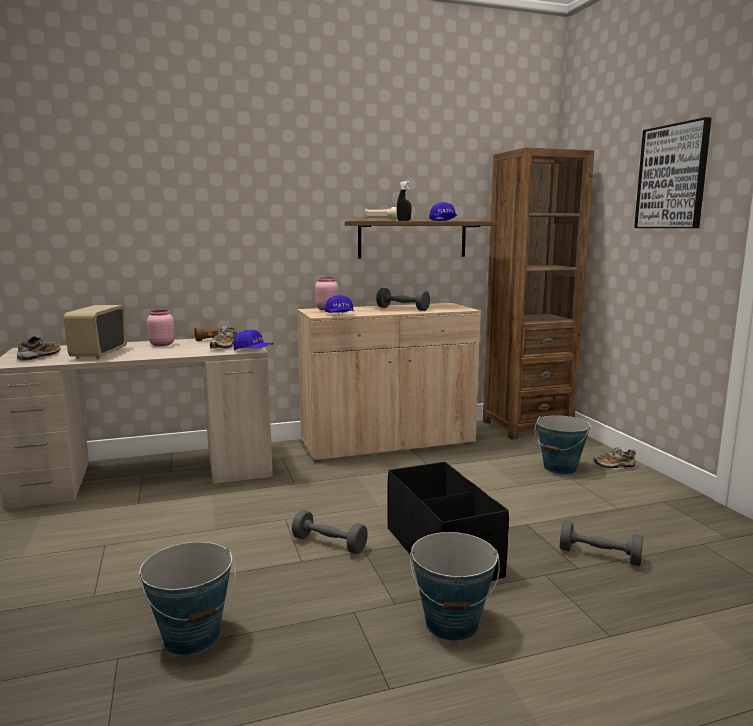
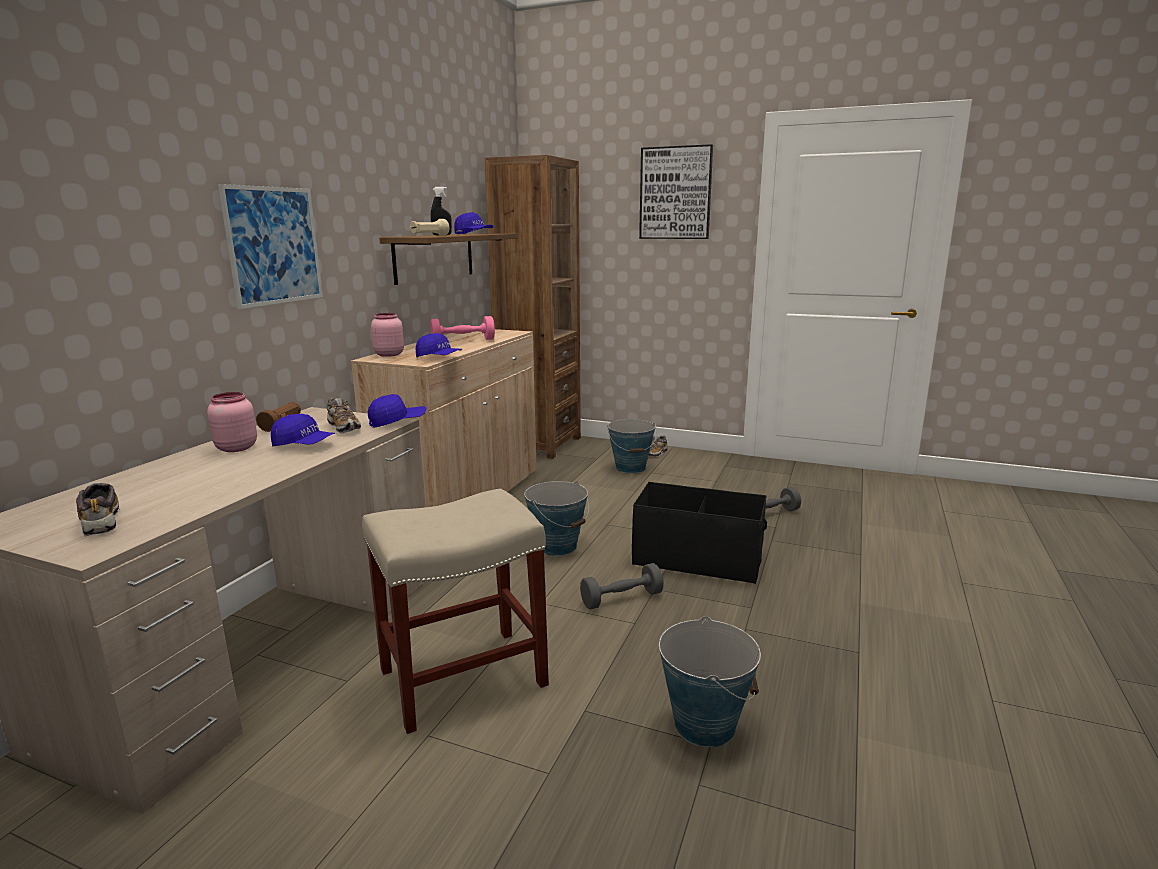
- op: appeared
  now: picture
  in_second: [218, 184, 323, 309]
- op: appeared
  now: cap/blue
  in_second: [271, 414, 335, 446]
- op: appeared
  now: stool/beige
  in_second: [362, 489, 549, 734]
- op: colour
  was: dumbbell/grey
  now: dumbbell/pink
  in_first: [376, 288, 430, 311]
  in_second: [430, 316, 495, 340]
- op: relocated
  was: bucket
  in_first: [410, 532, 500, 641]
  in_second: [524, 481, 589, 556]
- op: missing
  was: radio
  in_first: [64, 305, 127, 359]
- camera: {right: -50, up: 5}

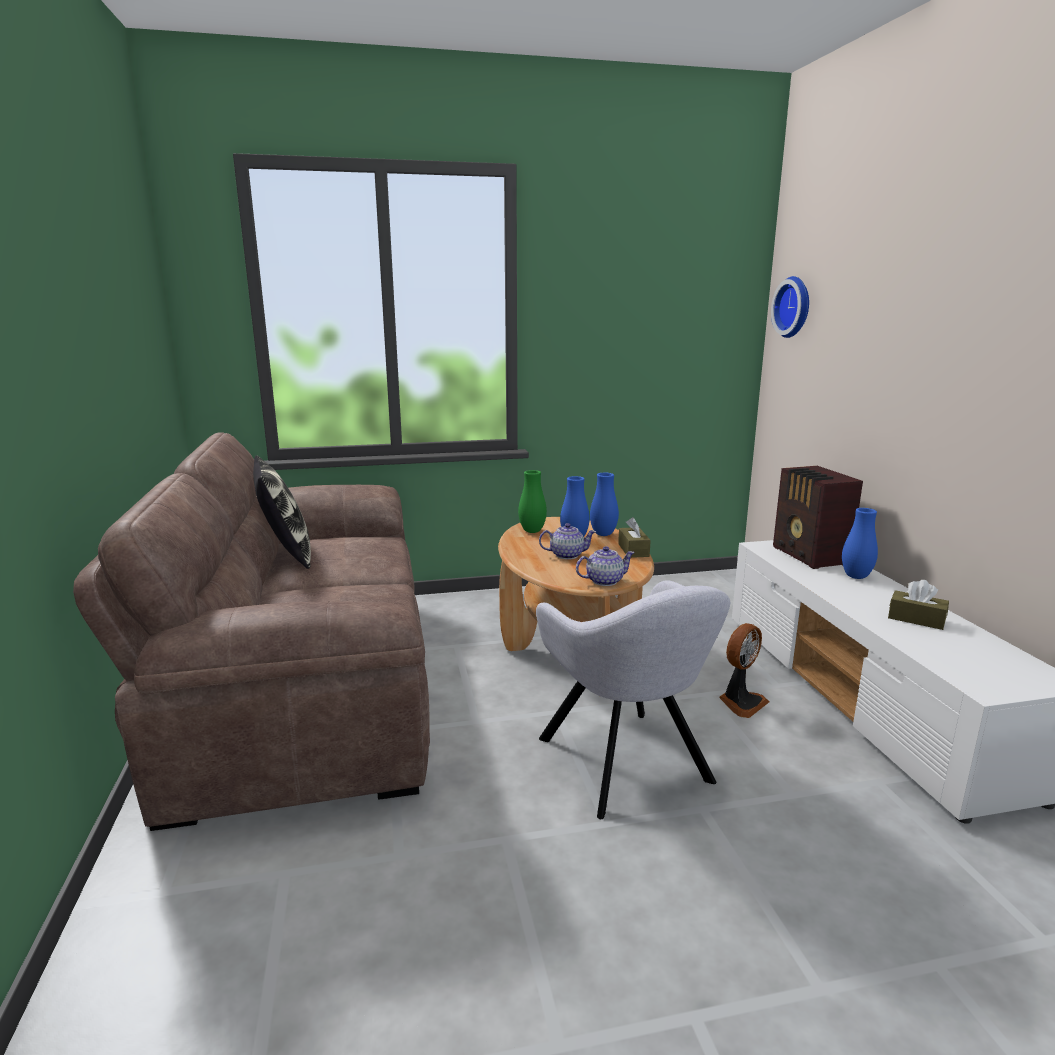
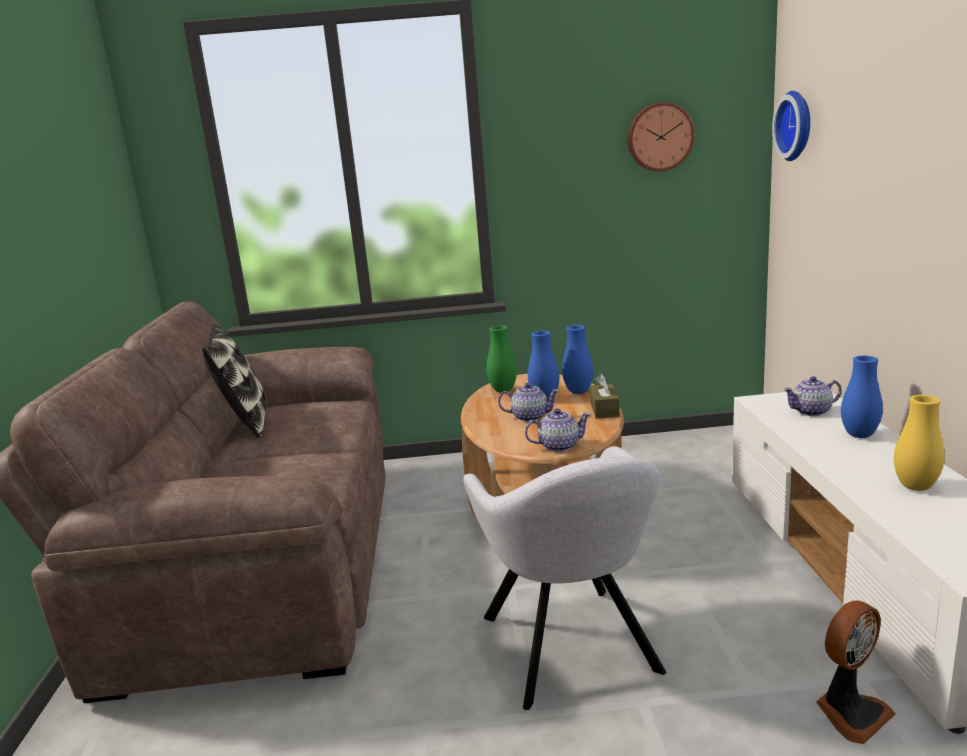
- op: appeared
  now: wall clock
  in_second: [628, 102, 695, 172]
- op: exchanged
  was: radio
  now: teapot
  in_first: [773, 466, 863, 569]
  in_second: [783, 376, 842, 416]
- op: relocated
  was: fan
  in_first: [719, 623, 769, 718]
  in_second: [816, 600, 896, 744]
- op: exchanged
  was: tissue box/brown
  now: vase/yellow
  in_first: [888, 580, 949, 630]
  in_second: [894, 395, 945, 491]
- camera: {right: 10, up: 0}

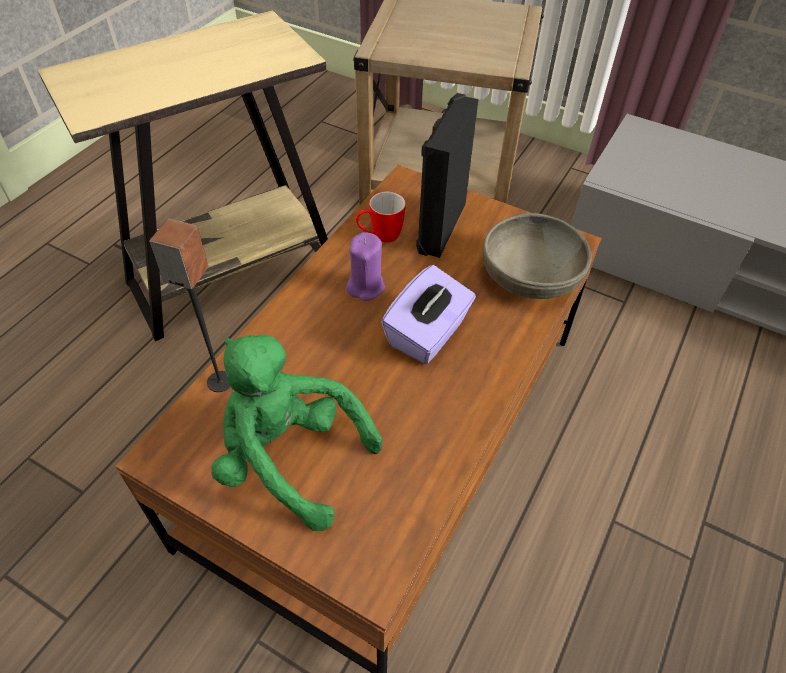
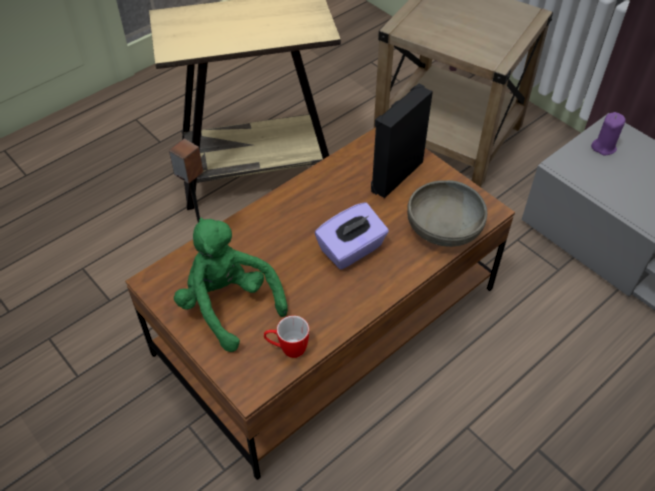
- op: relocated
  was: mug
  in_first: [356, 192, 406, 243]
  in_second: [264, 315, 309, 358]
- op: relocated
  was: candle/purple
  in_first: [346, 232, 385, 301]
  in_second: [591, 112, 626, 155]
- camera: {right: 20, up: 0}

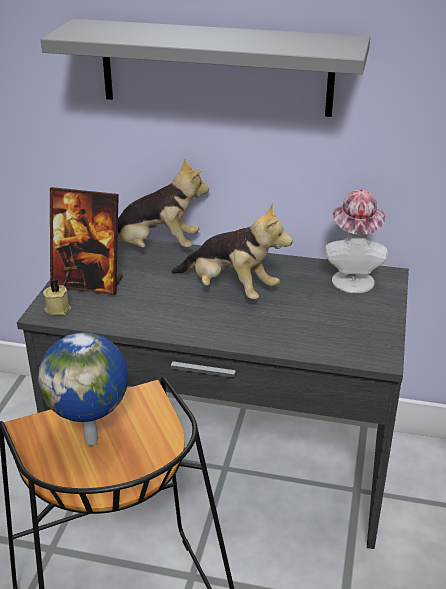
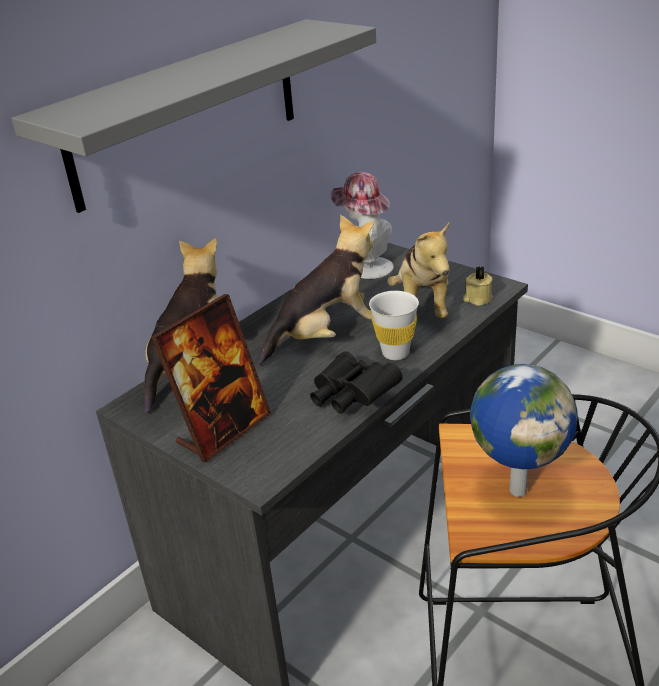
- op: appeared
  now: binoculars/black
  in_second: [310, 351, 403, 414]
- op: appeared
  now: cup/white
  in_second: [369, 291, 419, 360]
- op: appeared
  now: plush toy
  in_second: [387, 221, 450, 318]
- op: relocated
  was: candle/beige
  in_first: [43, 279, 71, 315]
  in_second: [463, 266, 493, 306]
- camera: {right: -60, up: 0}

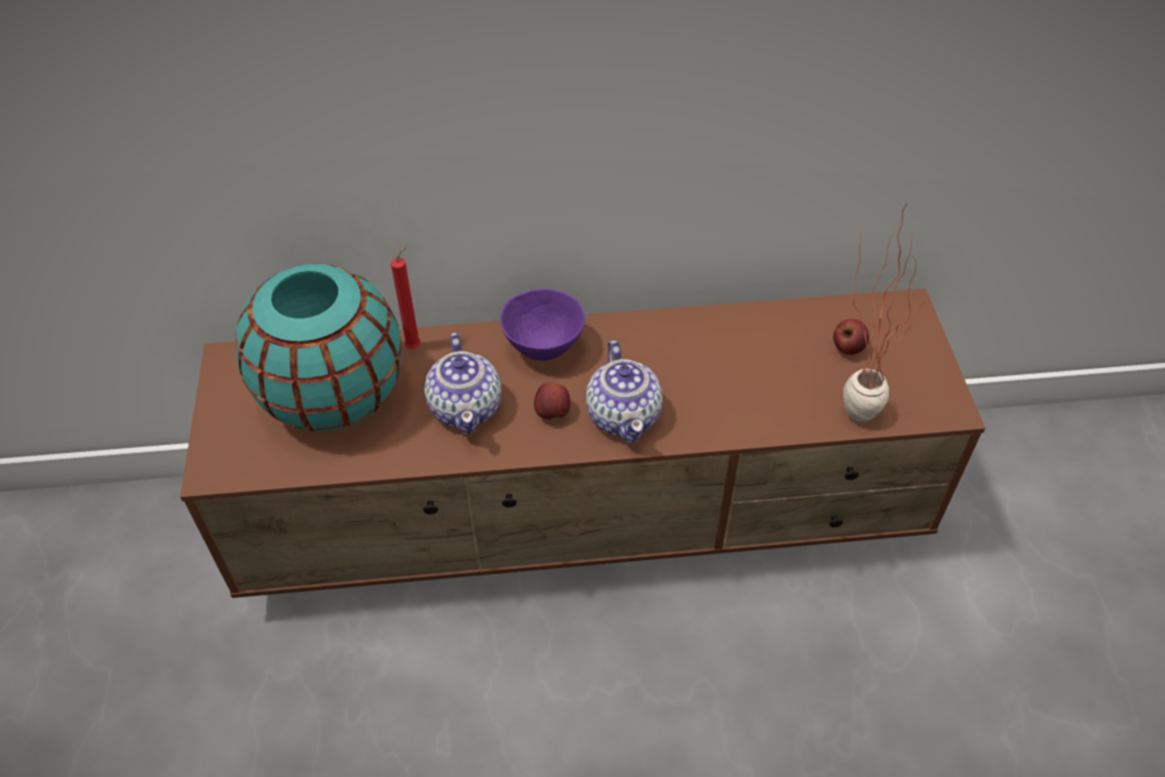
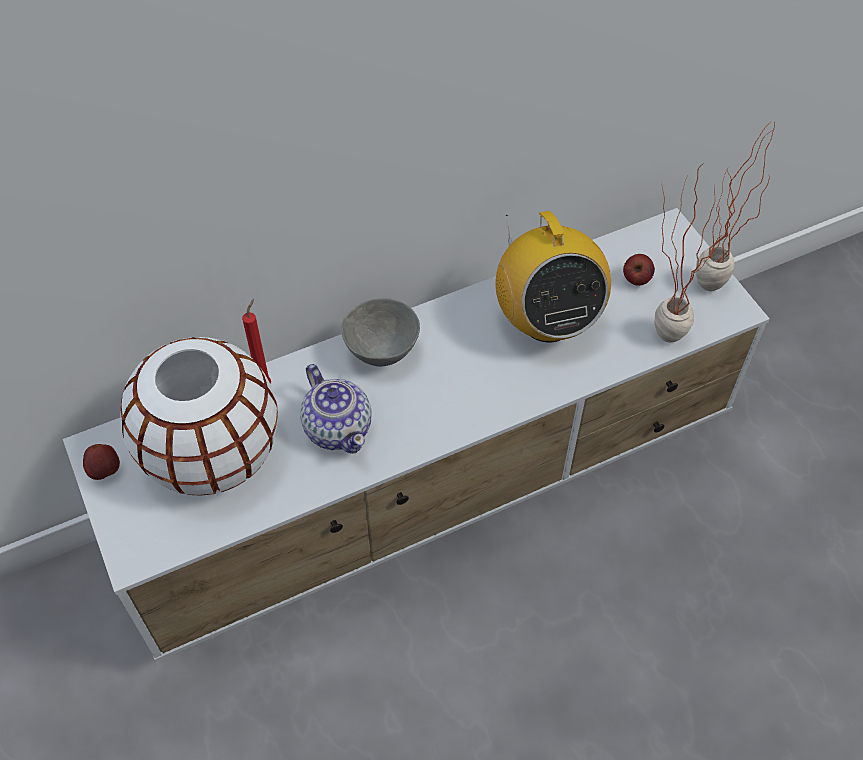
- op: colour
  was: tv stand/brown
  now: tv stand/white
  in_first: [180, 289, 986, 598]
  in_second: [63, 208, 770, 662]
- op: relocated
  was: apple
  in_first: [534, 383, 571, 420]
  in_second: [83, 444, 120, 480]
- op: colour
  was: vase/turquoise
  now: vase/white
  in_first: [236, 264, 401, 432]
  in_second: [121, 337, 278, 495]
- op: colour
  was: bowl/purple
  now: bowl/grey
  in_first: [500, 289, 585, 361]
  in_second: [341, 298, 420, 367]
- op: appeared
  now: radio
  in_second: [496, 211, 611, 342]
- op: appeared
  now: potted plant
  in_second: [696, 121, 775, 291]
- op: missing
  was: teapot
  in_first: [586, 340, 663, 443]
- camera: {right: -20, up: 5}

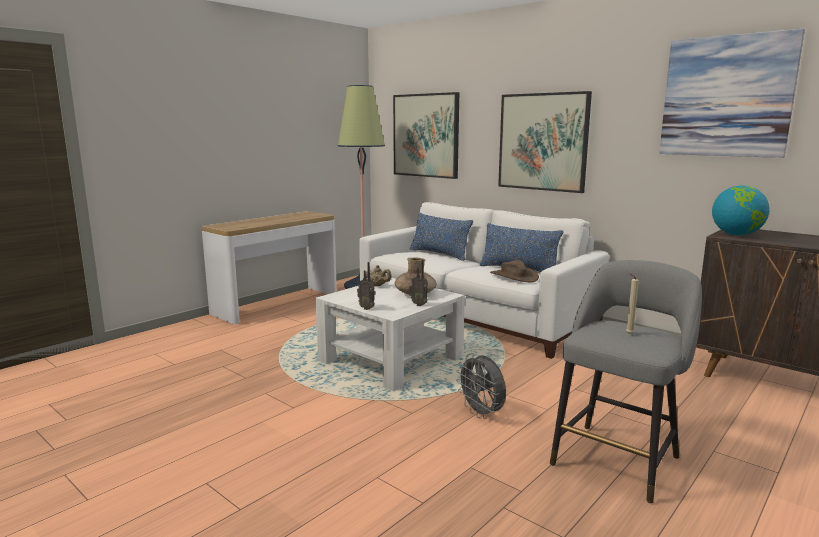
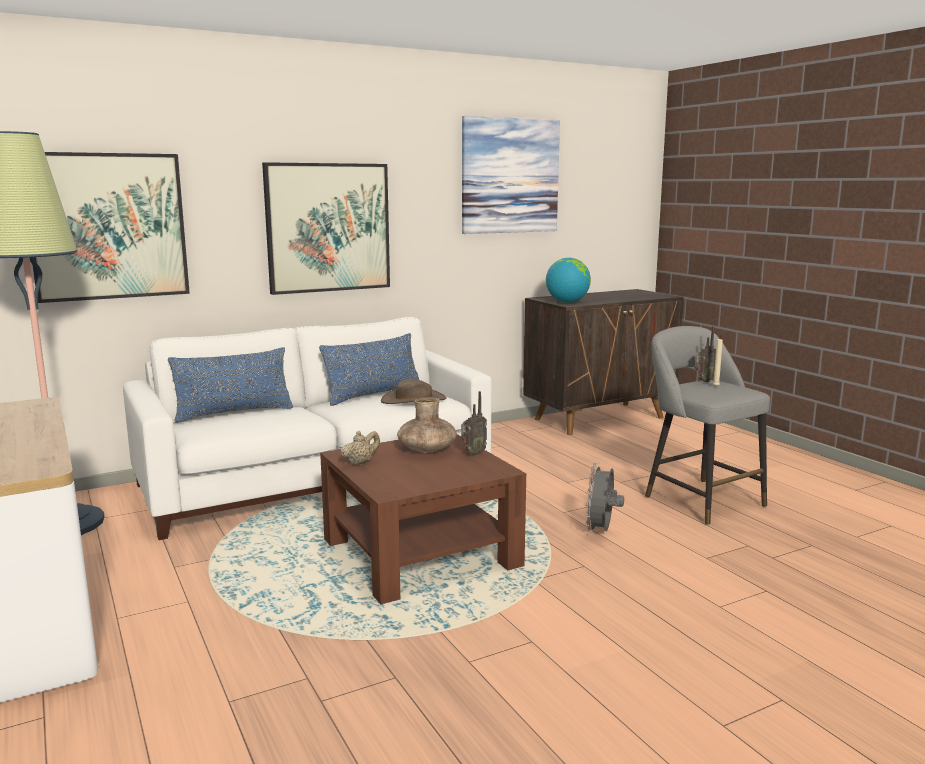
- op: colour
  was: coffee table/white
  now: coffee table/brown
  in_first: [315, 278, 465, 391]
  in_second: [320, 434, 526, 604]
- op: spun
  was: fan/grey
  in_first: [456, 354, 506, 419]
  in_second: [585, 462, 624, 534]
  clockwise: 120
- op: relocated
  was: radio
  in_first: [357, 262, 375, 310]
  in_second: [695, 326, 716, 382]
- camera: {right: -70, up: 0}

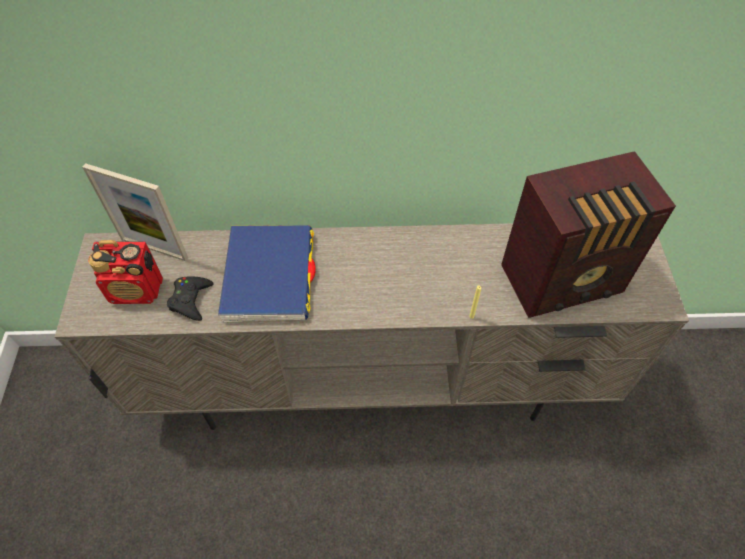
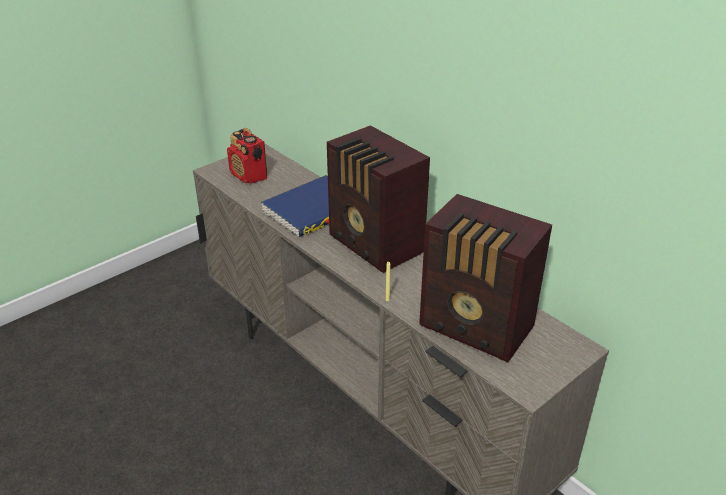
- op: appeared
  now: radio
  in_second: [327, 125, 430, 273]
- op: missing
  was: picture frame
  in_first: [82, 163, 188, 261]
- op: missing
  was: game controller/black
  in_first: [167, 276, 214, 321]
- camera: {right: 50, up: -20}

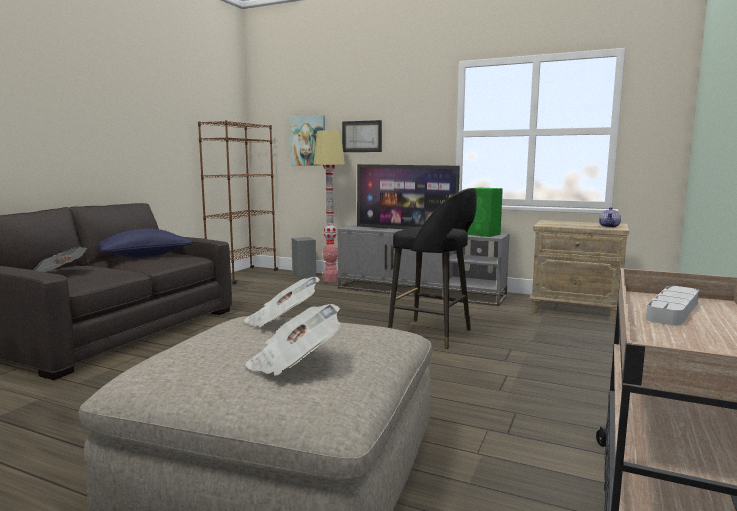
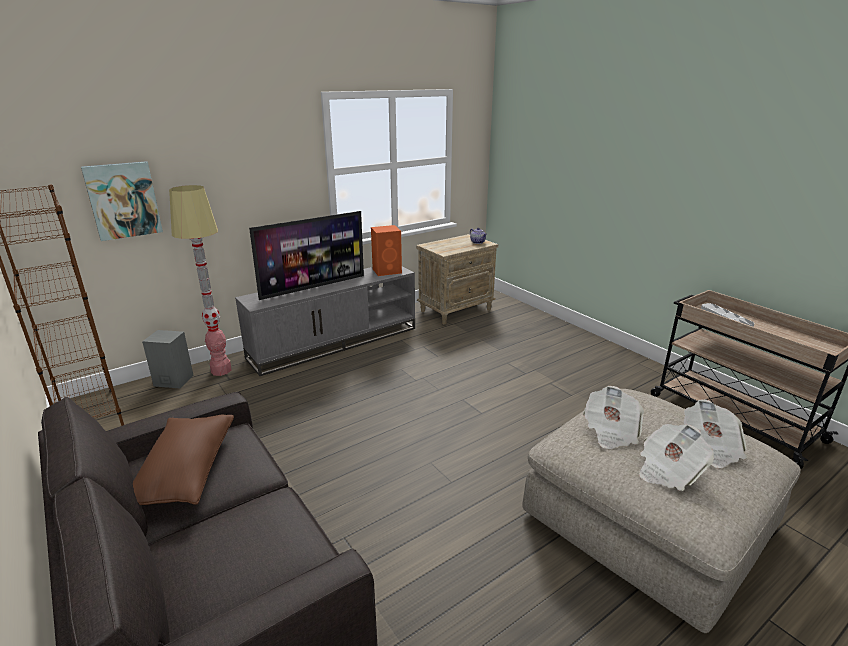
- op: colour
  was: pillow/blue
  now: pillow/brown
  in_first: [98, 228, 193, 258]
  in_second: [133, 415, 234, 505]
- op: colour
  was: speaker/green
  now: speaker/orange
  in_first: [467, 188, 503, 237]
  in_second: [371, 225, 402, 276]
- op: relocated
  was: newspaper
  in_first: [34, 246, 87, 272]
  in_second: [639, 424, 714, 491]
- op: missing
  was: picture
  in_first: [342, 120, 382, 152]
- op: missing
  was: stool/black
  in_first: [388, 188, 477, 349]
- camera: {right: -60, up: 15}

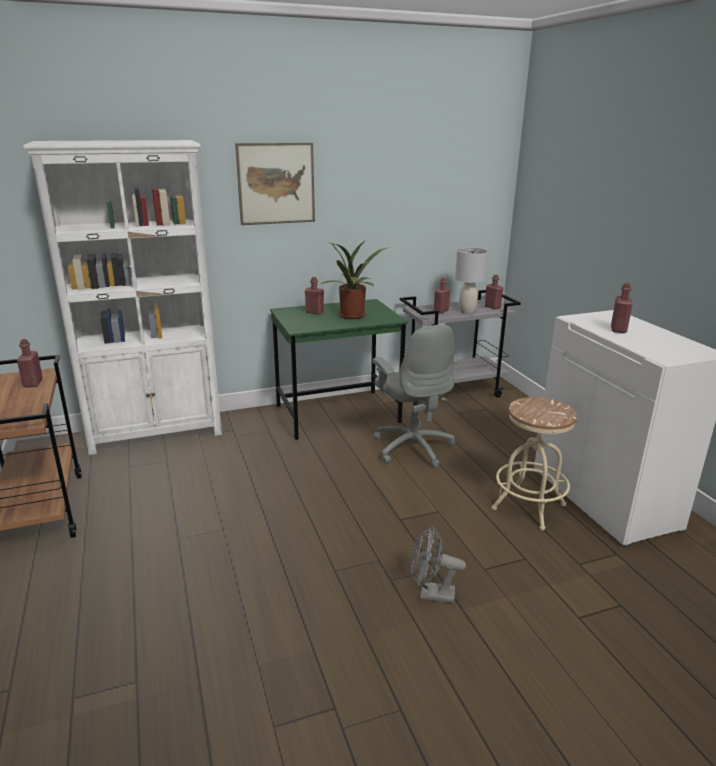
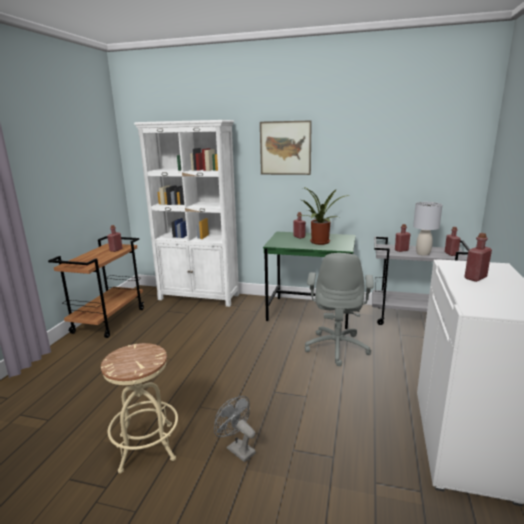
- op: relocated
  was: stool/beige
  in_first: [491, 397, 577, 530]
  in_second: [101, 343, 178, 473]
- camera: {right: 35, up: -5}

